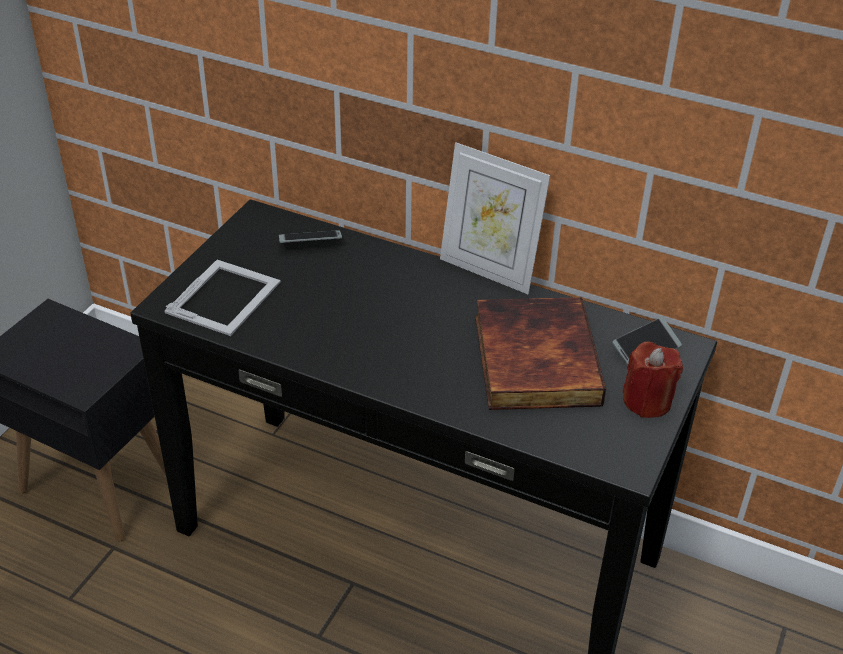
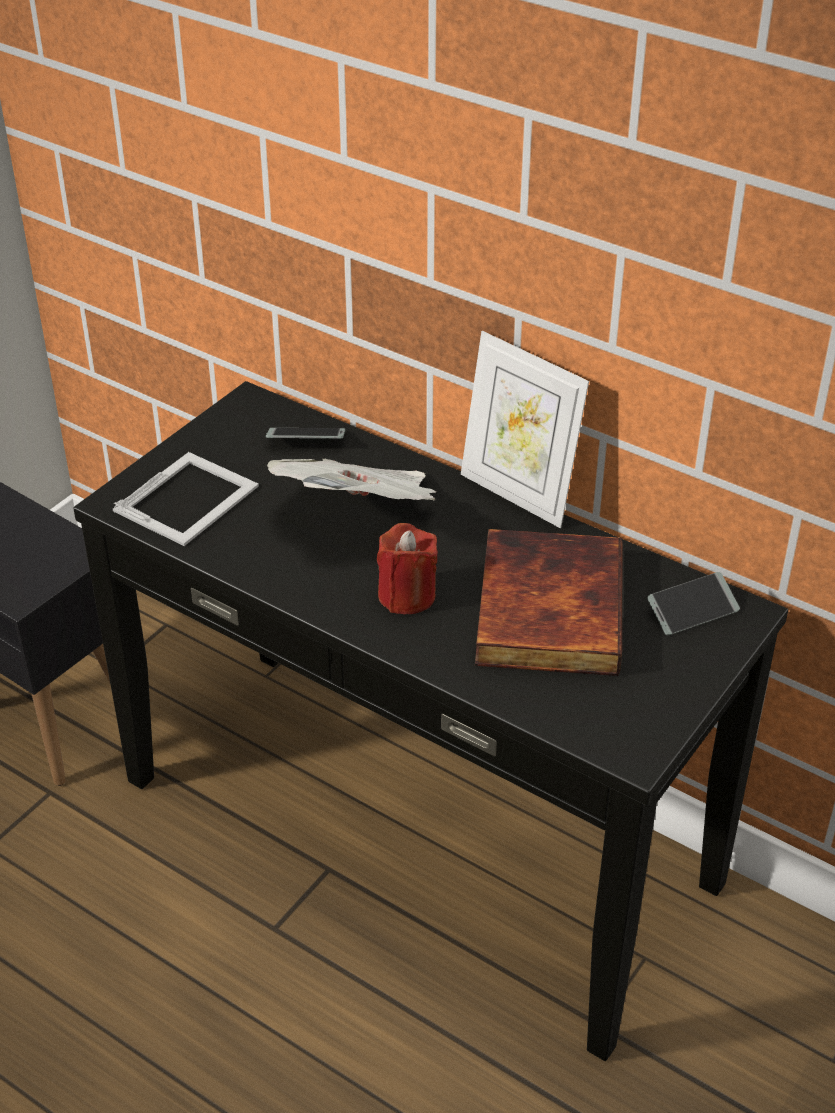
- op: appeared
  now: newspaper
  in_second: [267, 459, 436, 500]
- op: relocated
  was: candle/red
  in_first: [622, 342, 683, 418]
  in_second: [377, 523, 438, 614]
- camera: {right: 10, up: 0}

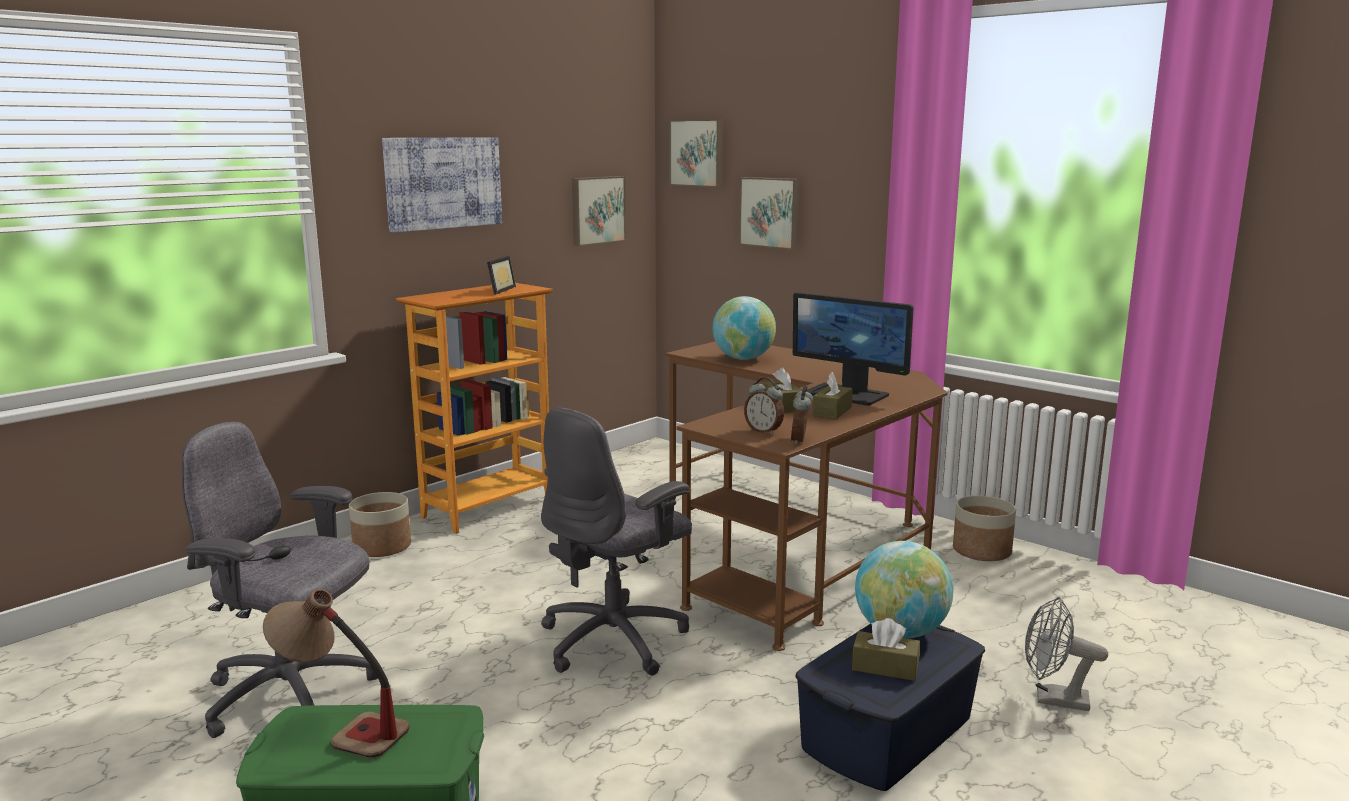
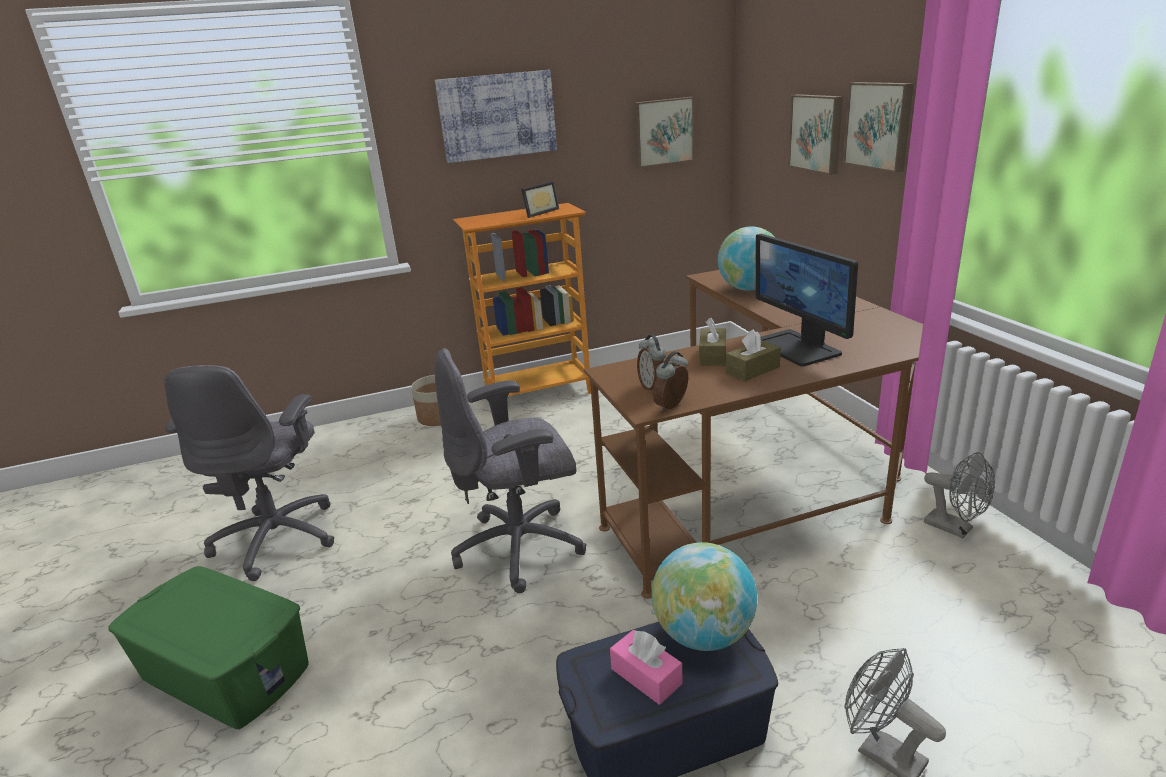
- op: spun
  was: office chair/grey
  in_first: [182, 422, 378, 738]
  in_second: [164, 365, 334, 581]
  clockwise: -135
- op: colour
  was: tissue box/brown
  now: tissue box/pink
  in_first: [852, 618, 920, 681]
  in_second: [610, 630, 683, 705]
- op: relocated
  was: picture
  in_first: [669, 119, 723, 188]
  in_second: [843, 82, 914, 173]
- op: exchanged
  was: planter
  now: fan/grey
  in_first: [953, 495, 1016, 561]
  in_second: [924, 452, 995, 538]
- op: missing
  was: table lamp
  in_first: [263, 589, 409, 759]
- camera: {right: 30, up: 10}

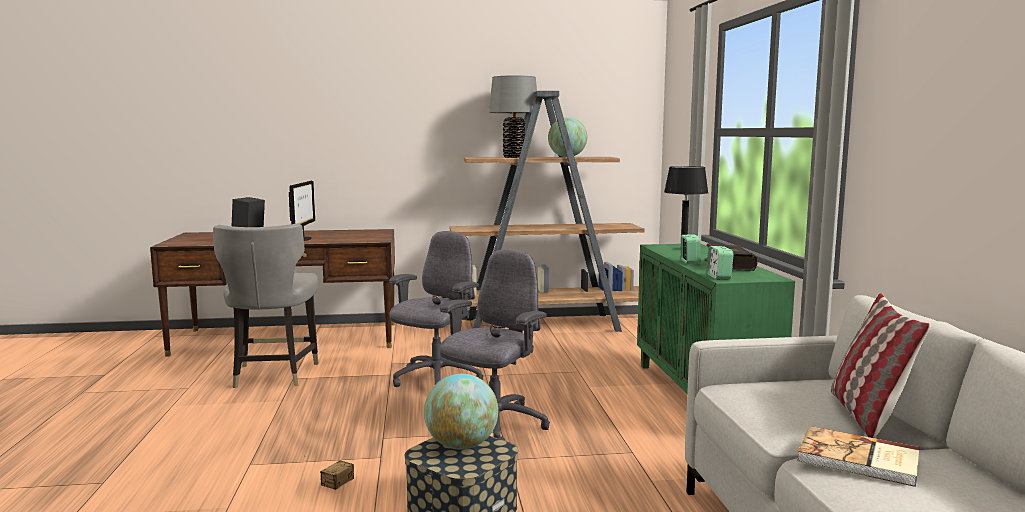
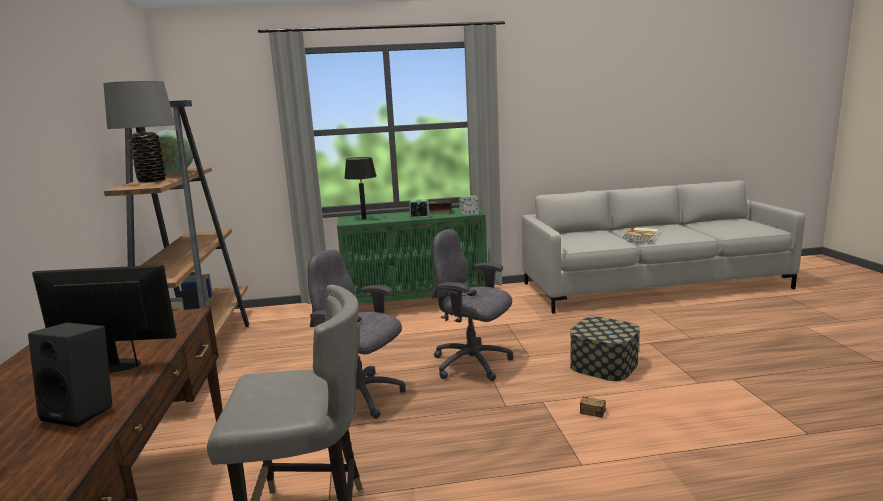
- op: missing
  was: globe
  in_first: [424, 374, 498, 450]
- op: missing
  was: pillow
  in_first: [831, 293, 930, 438]
- camera: {right: -90, up: 5}

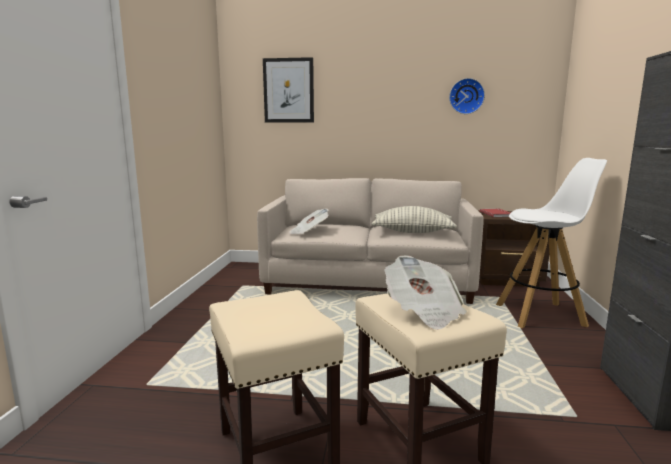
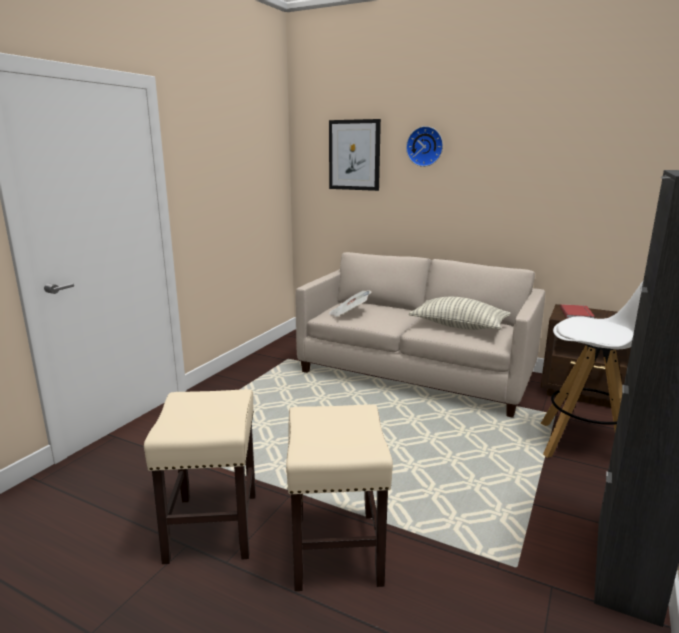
- op: relocated
  was: wall clock
  in_first: [449, 78, 485, 114]
  in_second: [406, 126, 443, 167]
- op: missing
  was: newspaper
  in_first: [384, 255, 467, 330]
- camera: {right: 20, up: 5}

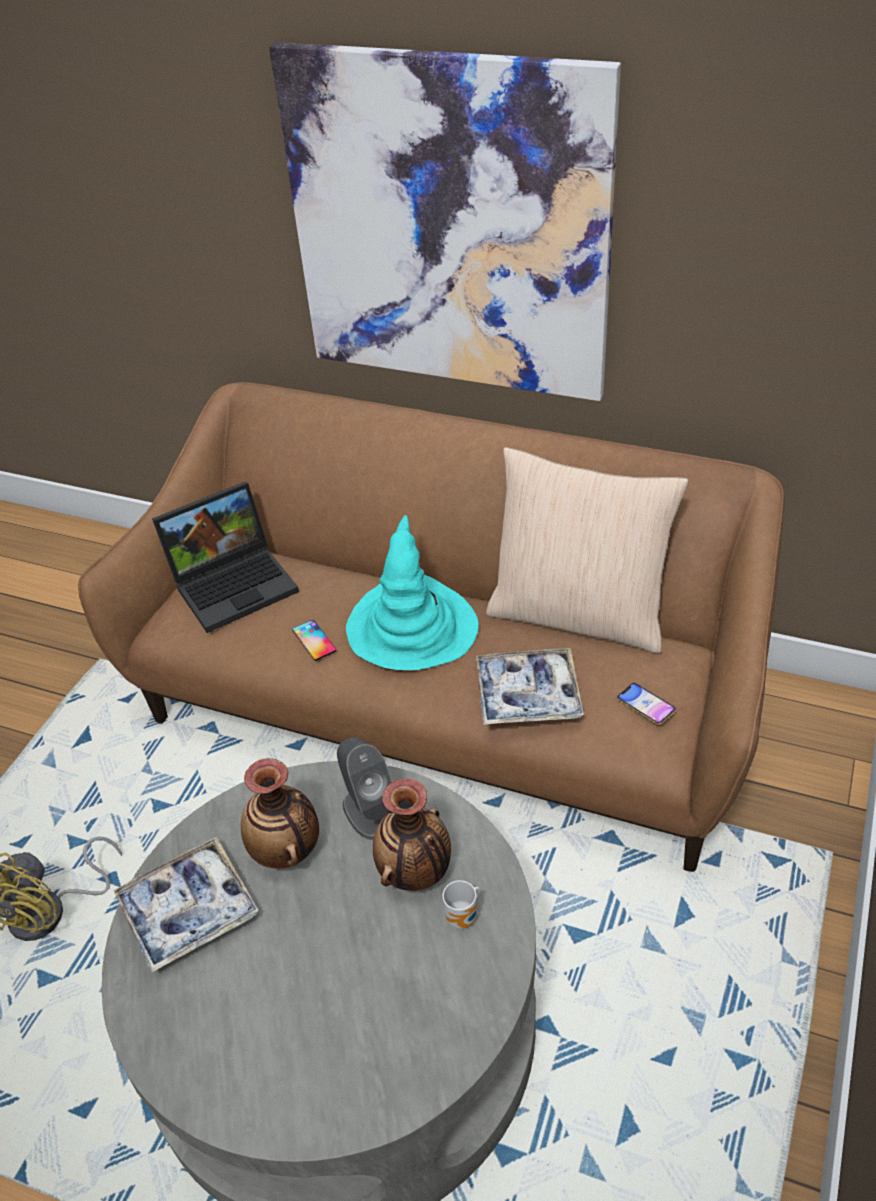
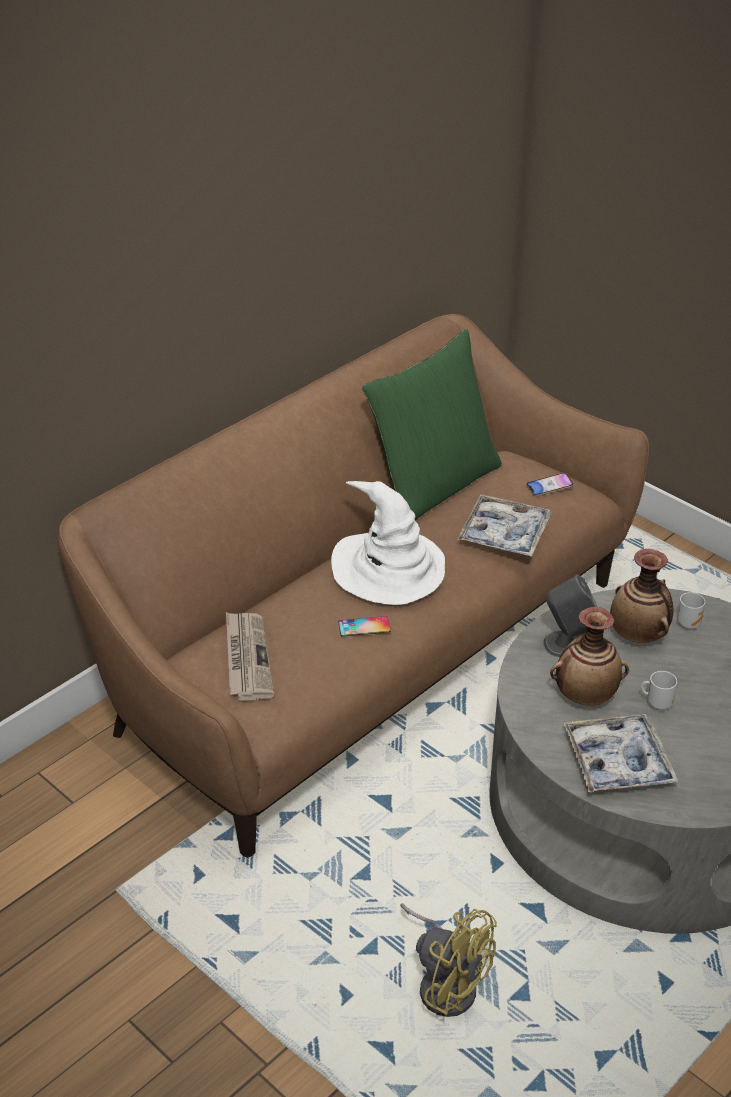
- op: exchanged
  was: laptop
  now: newspaper
  in_first: [152, 481, 299, 633]
  in_second: [226, 612, 274, 701]
- op: colour
  was: hat/turquoise
  now: hat/white
  in_first: [346, 515, 479, 670]
  in_second: [331, 481, 445, 605]
- op: colour
  was: pillow/beige
  now: pillow/green
  in_first: [486, 447, 689, 653]
  in_second: [362, 329, 502, 520]
- op: appeared
  now: mug
  in_second: [641, 671, 677, 710]
- op: missing
  was: picture
  in_first: [269, 42, 621, 401]
- camera: {right: -70, up: -5}

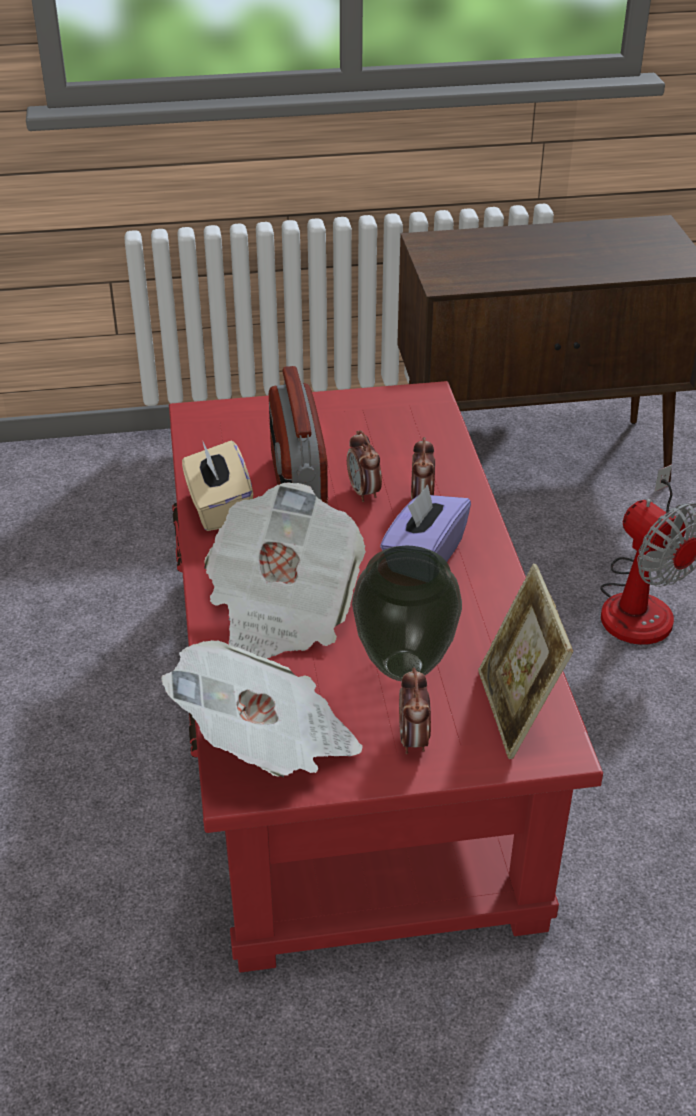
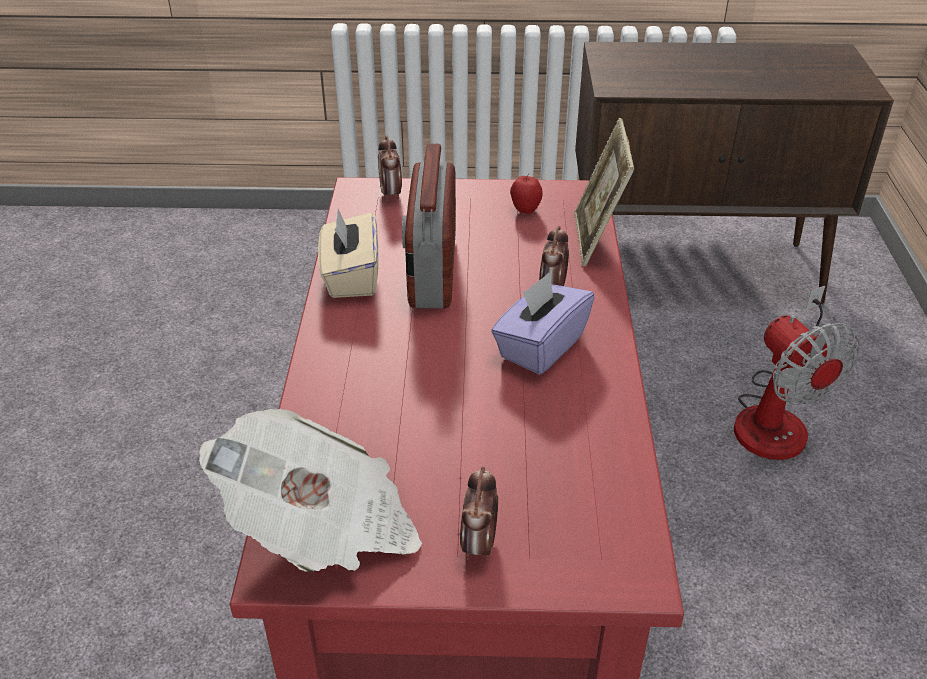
- op: relocated
  was: alarm clock
  in_first: [347, 430, 382, 502]
  in_second: [378, 136, 402, 201]
- op: appeared
  now: apple
  in_second: [510, 173, 543, 214]
- op: relocated
  was: picture frame
  in_first: [478, 564, 573, 759]
  in_second: [574, 118, 634, 266]
- op: missing
  was: newspaper
  in_first: [204, 483, 366, 659]
- op: missing
  was: vase
  in_first: [352, 546, 462, 681]
- camera: {right: 10, up: 0}

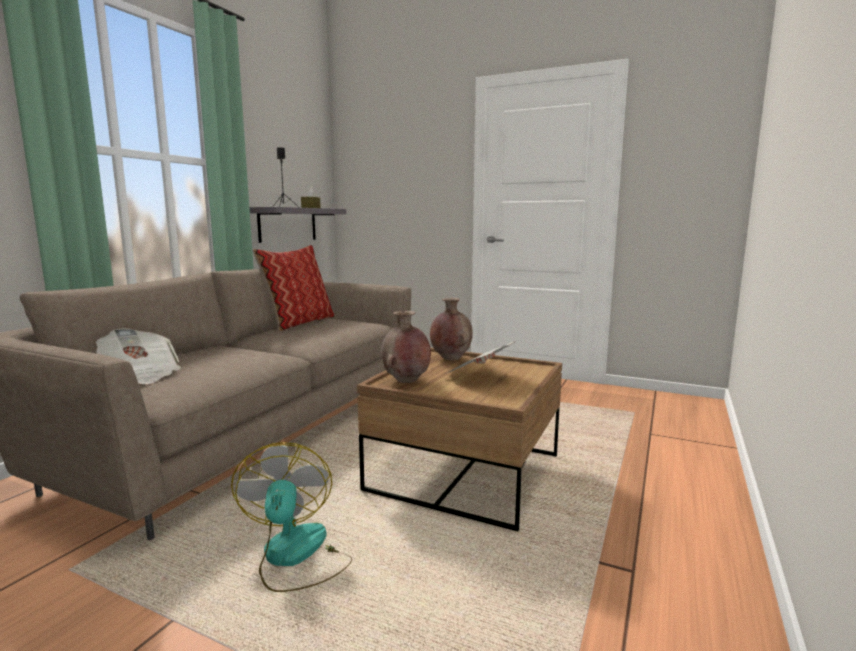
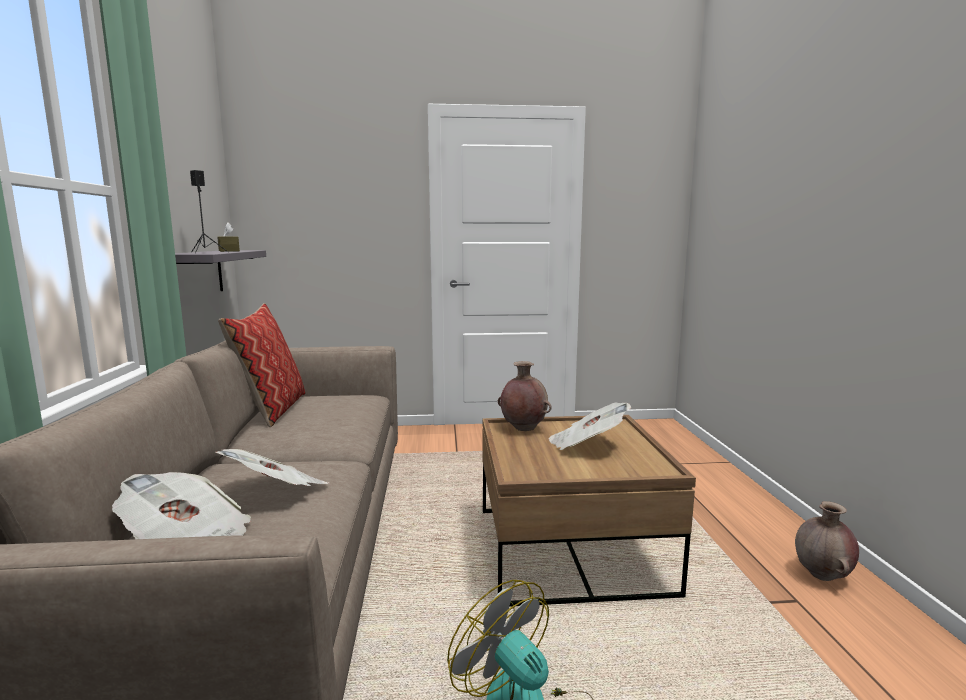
- op: appeared
  now: newspaper
  in_second: [216, 449, 329, 486]
- op: relocated
  was: vase/brown
  in_first: [381, 311, 431, 383]
  in_second: [795, 501, 859, 581]
- camera: {right: -30, up: 0}

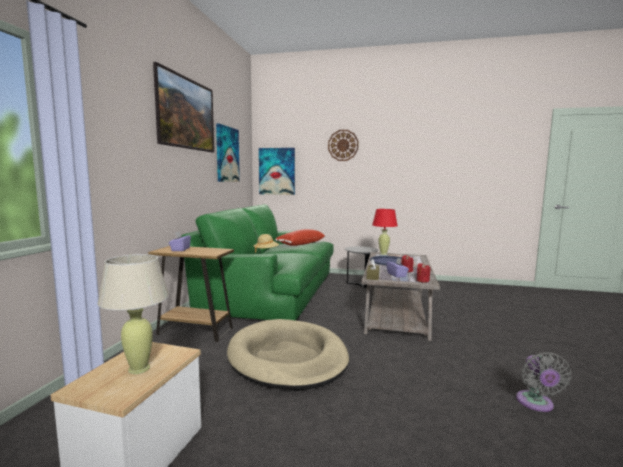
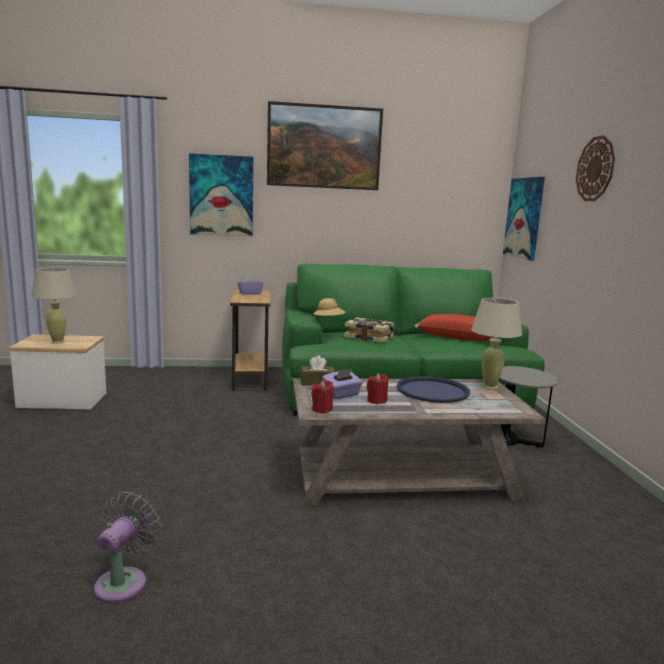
- op: spun
  was: fan/grey
  in_first: [516, 352, 572, 412]
  in_second: [94, 492, 162, 603]
  clockwise: 120
- op: relocated
  was: picture
  in_first: [216, 124, 240, 182]
  in_second: [189, 153, 253, 236]
- op: appeared
  now: book
  in_second: [344, 317, 394, 343]
- op: colour
  was: table lamp/red
  now: table lamp/beige
  in_first: [372, 209, 398, 255]
  in_second: [471, 298, 522, 389]
- op: missing
  was: dog bed/beige
  in_first: [227, 319, 349, 390]
- camera: {right: 70, up: 5}

